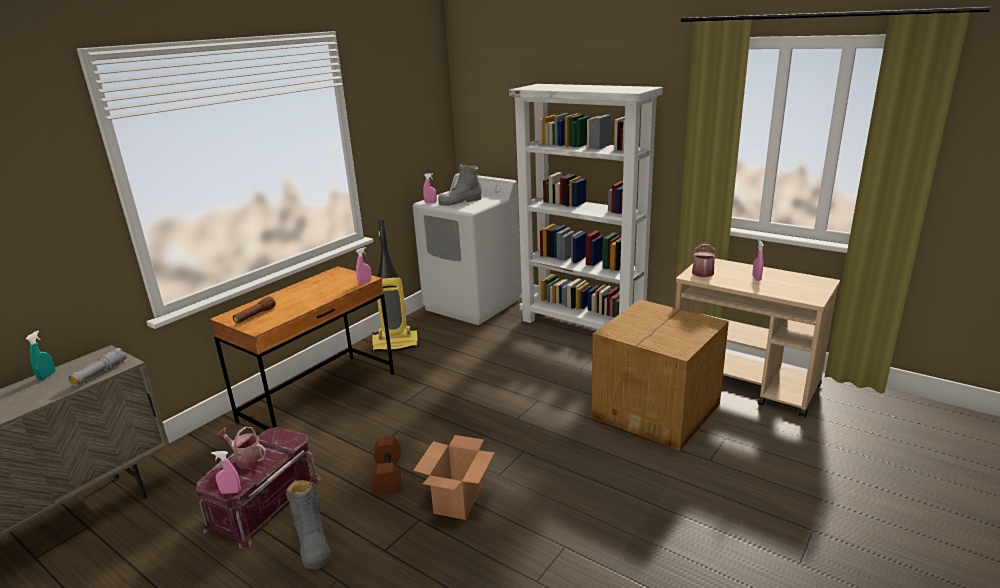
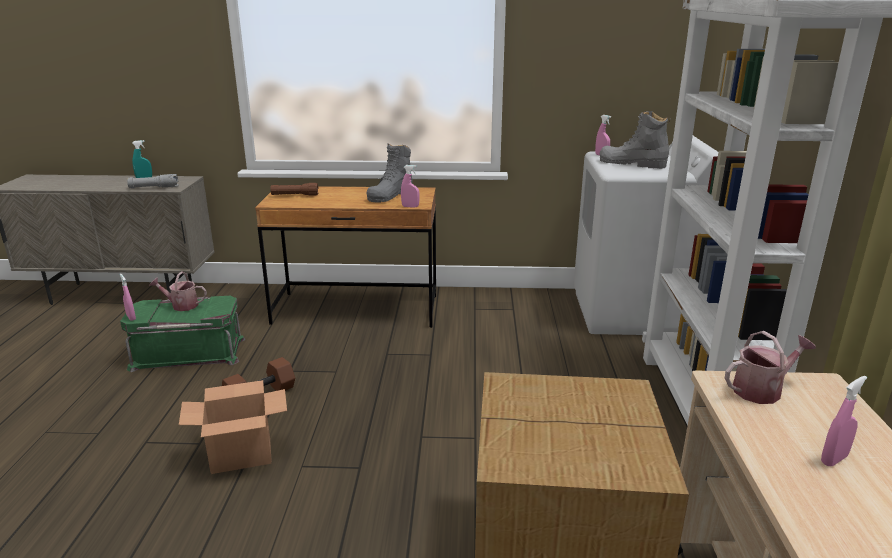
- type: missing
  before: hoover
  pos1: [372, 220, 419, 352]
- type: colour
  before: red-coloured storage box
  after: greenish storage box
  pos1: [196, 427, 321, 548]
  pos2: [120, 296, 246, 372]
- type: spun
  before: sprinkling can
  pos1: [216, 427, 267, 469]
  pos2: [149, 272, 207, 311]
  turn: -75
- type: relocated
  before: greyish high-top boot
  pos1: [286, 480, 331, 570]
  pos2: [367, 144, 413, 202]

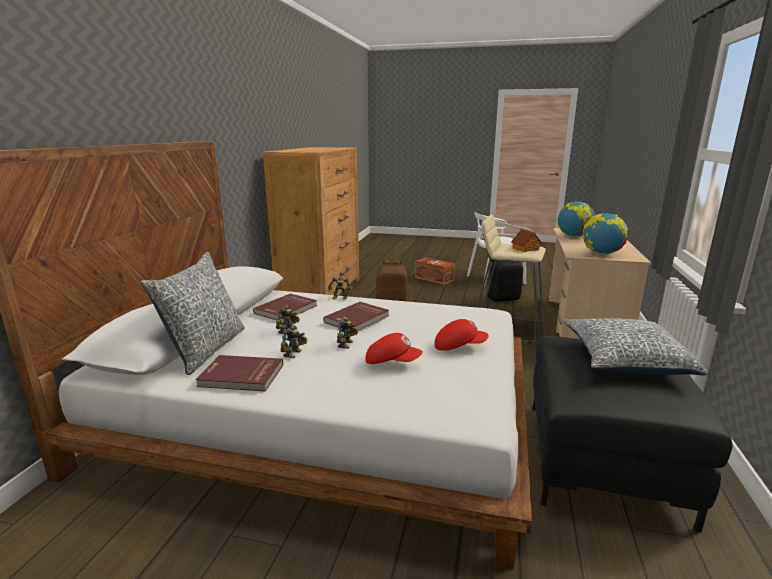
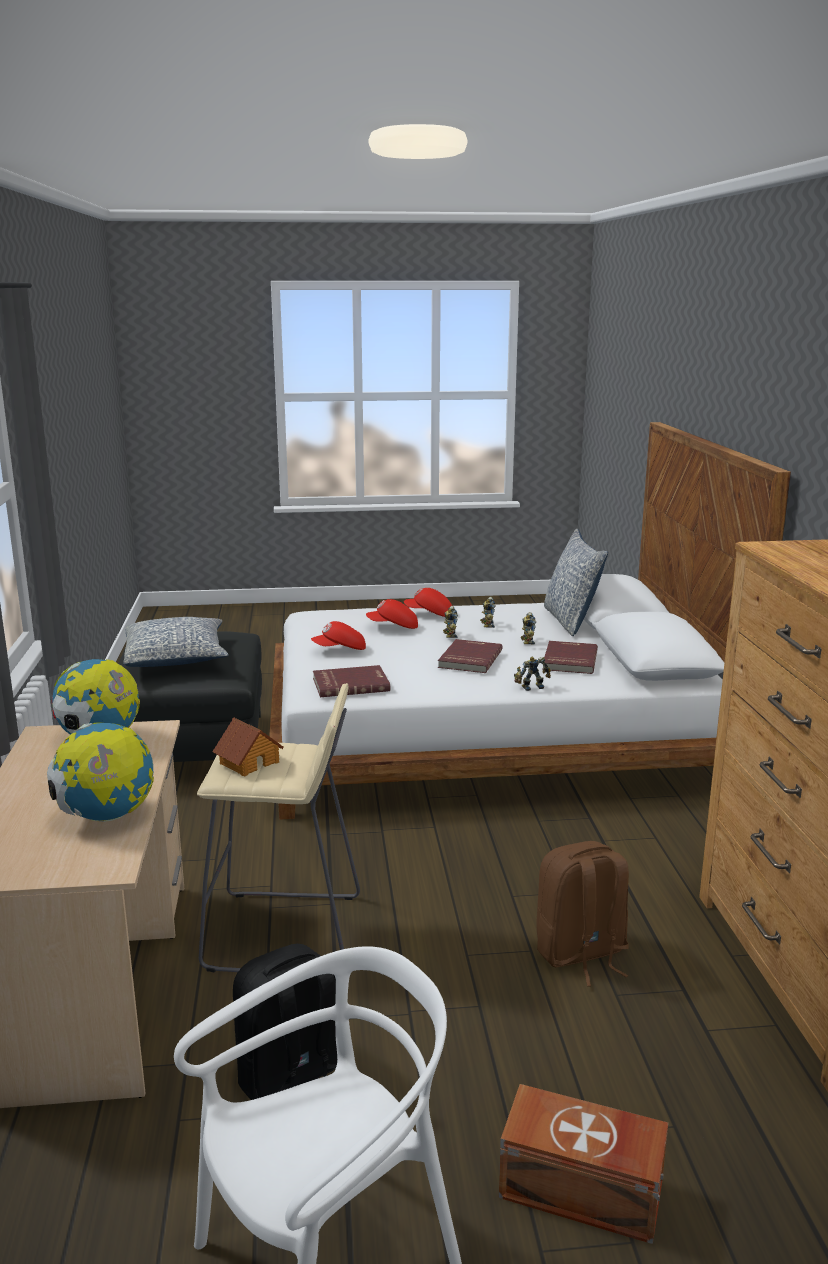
- type: relocated
  before: red-coloured bound book
  pos1: [195, 355, 283, 392]
  pos2: [313, 665, 390, 697]
- type: appeared
  after: red-coloured cap
  pos2: [404, 588, 452, 617]

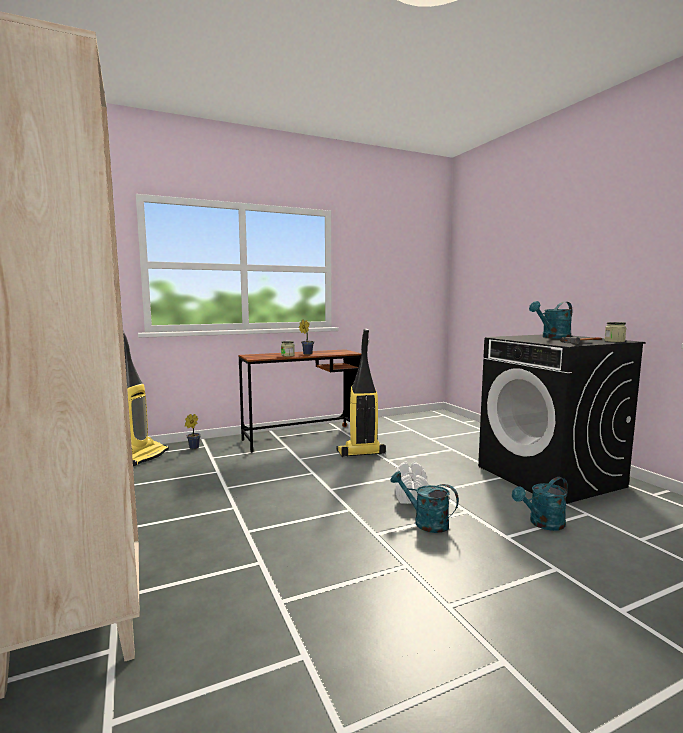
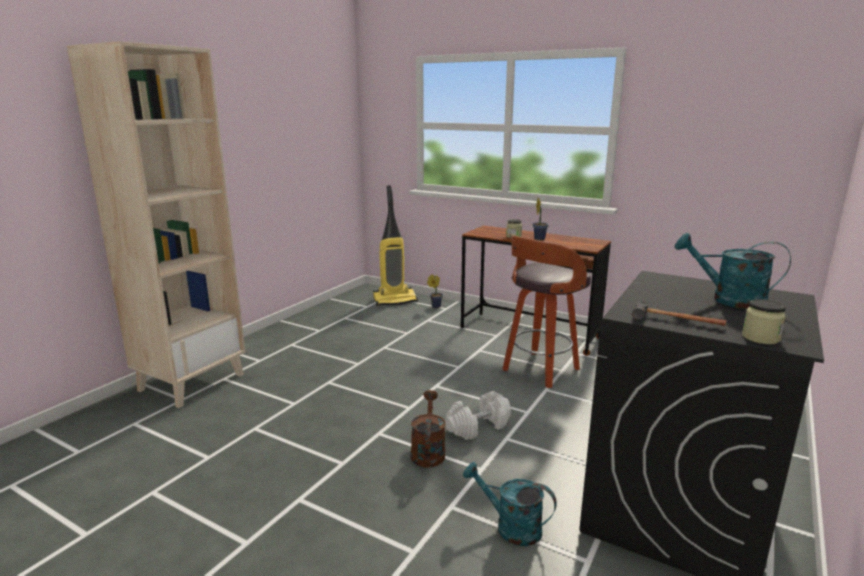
- type: exchanged
  before: hoover
  after: sitting stool
  pos1: [336, 329, 386, 457]
  pos2: [503, 235, 591, 388]
- type: colour
  before: turquoise sprinkling can
  after: brownish sprinkling can
  pos1: [390, 471, 459, 533]
  pos2: [411, 390, 446, 468]

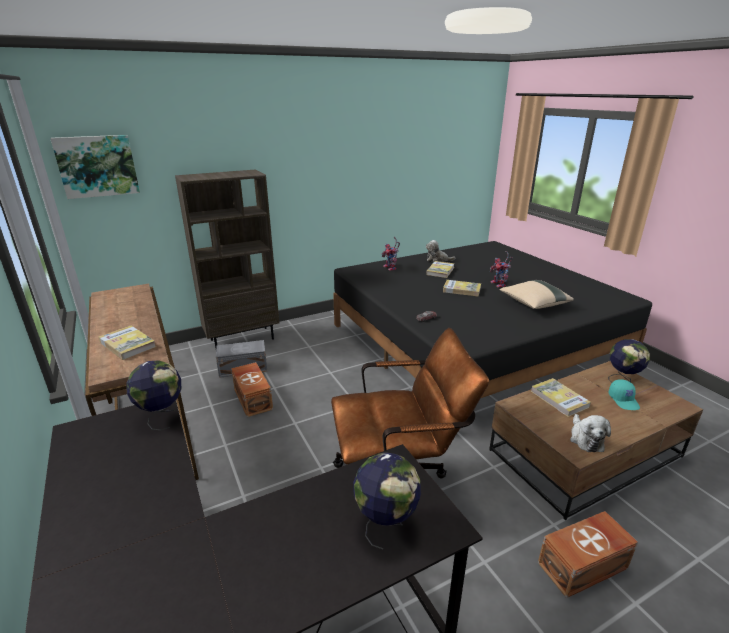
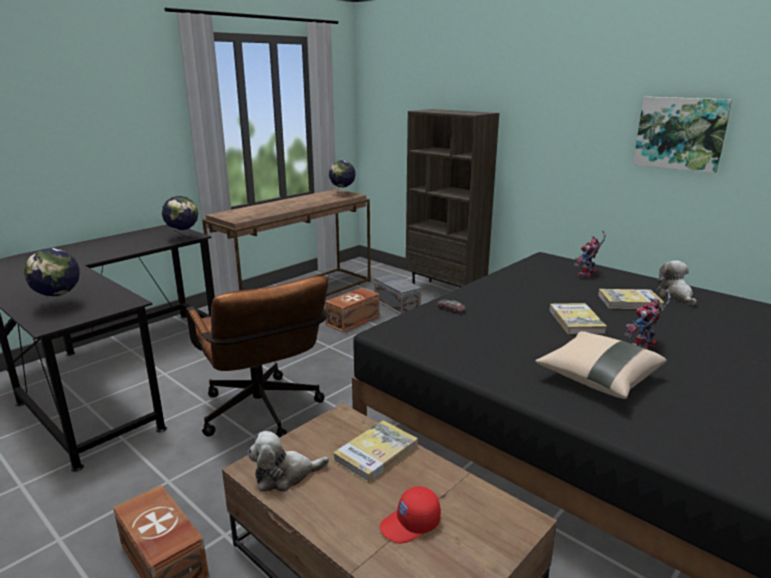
- type: relocated
  before: wall art
  pos1: [50, 135, 140, 199]
  pos2: [633, 97, 732, 173]
- type: missing
  before: bound book
  pos1: [99, 326, 156, 360]
- type: relocated
  before: globe
  pos1: [608, 339, 650, 382]
  pos2: [329, 160, 356, 196]
- type: colour
  before: turquoise cap
  after: red-coloured cap
  pos1: [609, 379, 640, 410]
  pos2: [380, 486, 441, 544]

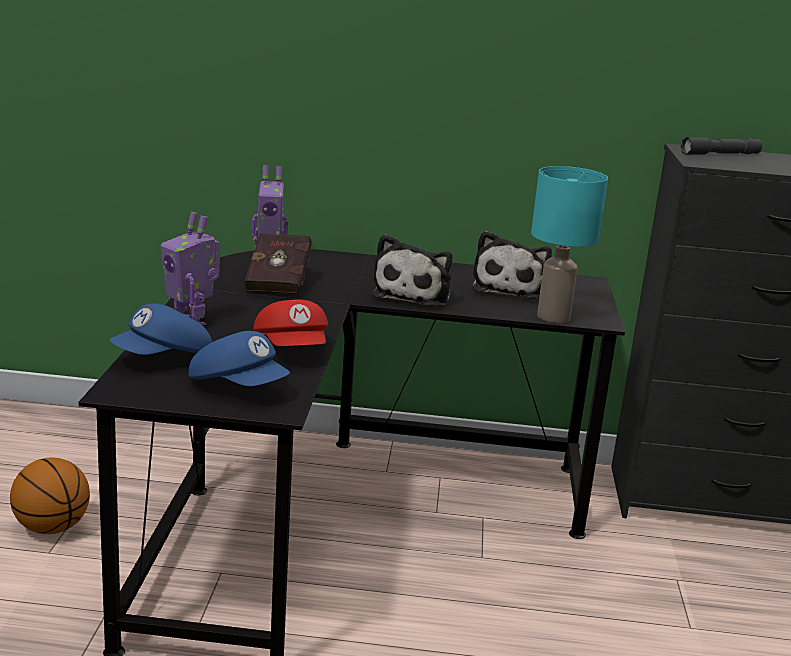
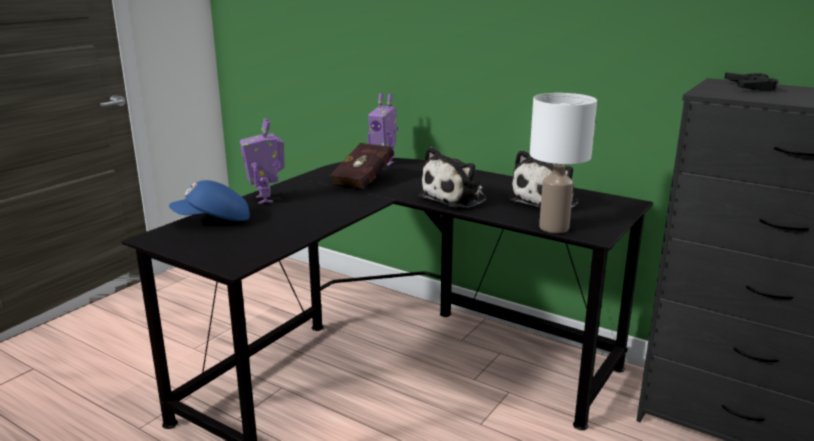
- type: exchanged
  before: greyish flashlight
  after: black-coloured game controller
  pos1: [681, 137, 762, 155]
  pos2: [724, 72, 779, 92]
- type: colour
  before: turquoise tabletop lamp
  after: white-coloured tabletop lamp
  pos1: [531, 166, 608, 323]
  pos2: [530, 93, 597, 233]
- type: missing
  before: red-coloured cap
  pos1: [253, 300, 328, 346]
- type: missing
  before: blue cap
  pos1: [189, 331, 290, 386]
- type: missing
  before: basketball
  pos1: [10, 458, 90, 534]

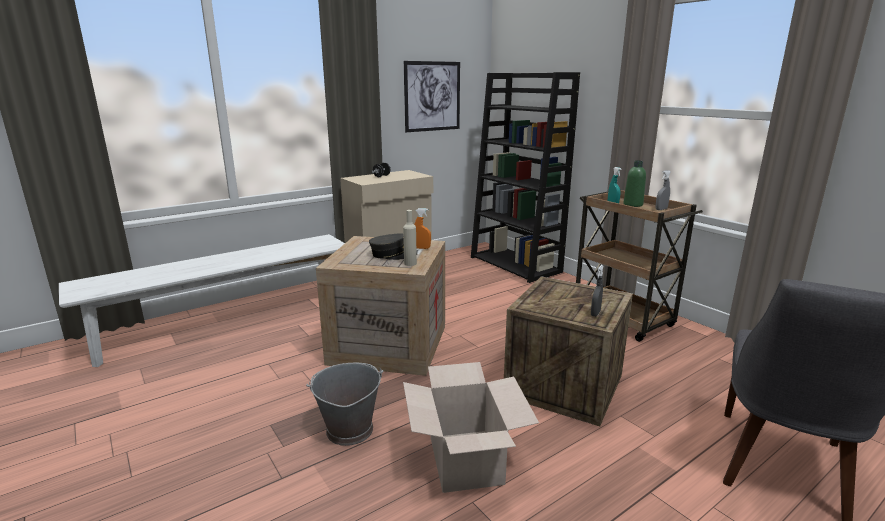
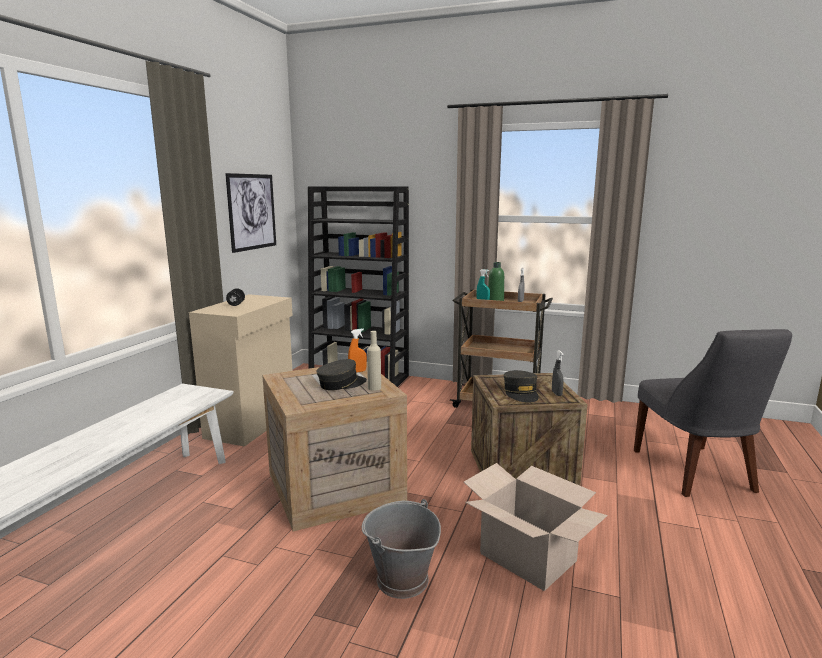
- type: appeared
  after: greyish cap
  pos2: [504, 370, 539, 403]

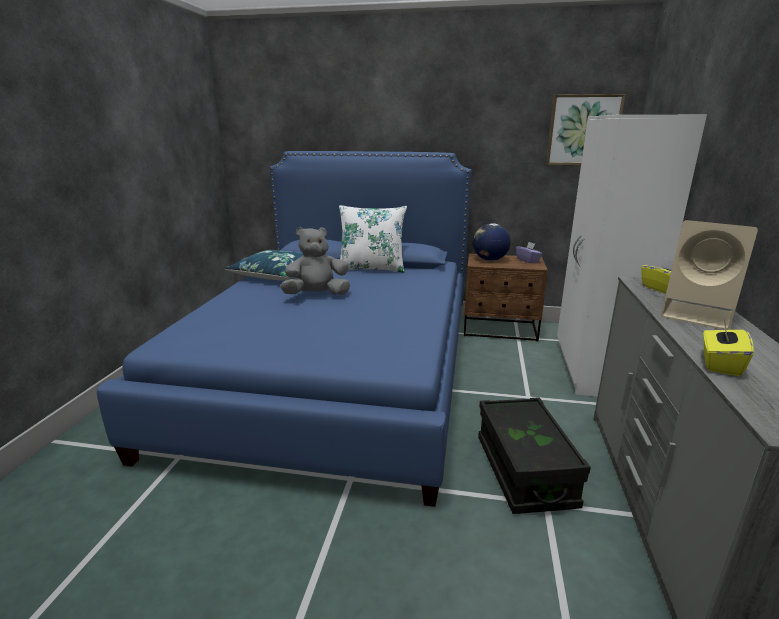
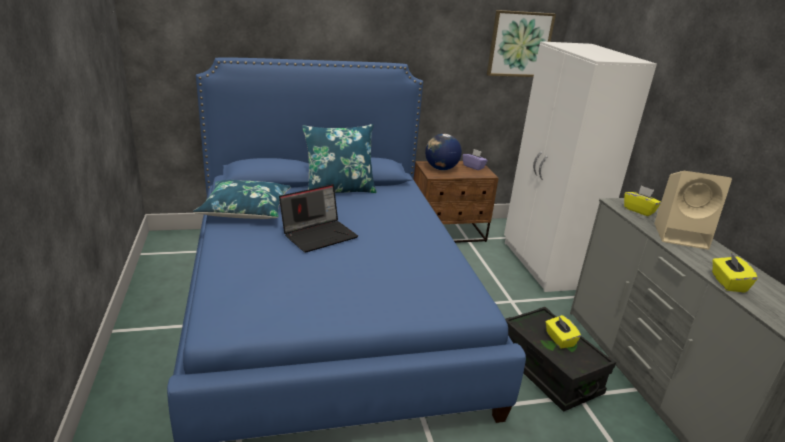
- type: colour
  before: white-coloured throw pillow
  after: blue throw pillow
  pos1: [339, 205, 407, 273]
  pos2: [302, 124, 377, 193]
- type: exchanged
  before: greyish plush toy
  after: notebook computer
  pos1: [280, 227, 350, 295]
  pos2: [279, 184, 358, 253]
- type: appeared
  after: yellow-coloured box of tissues
  pos2: [546, 315, 581, 349]

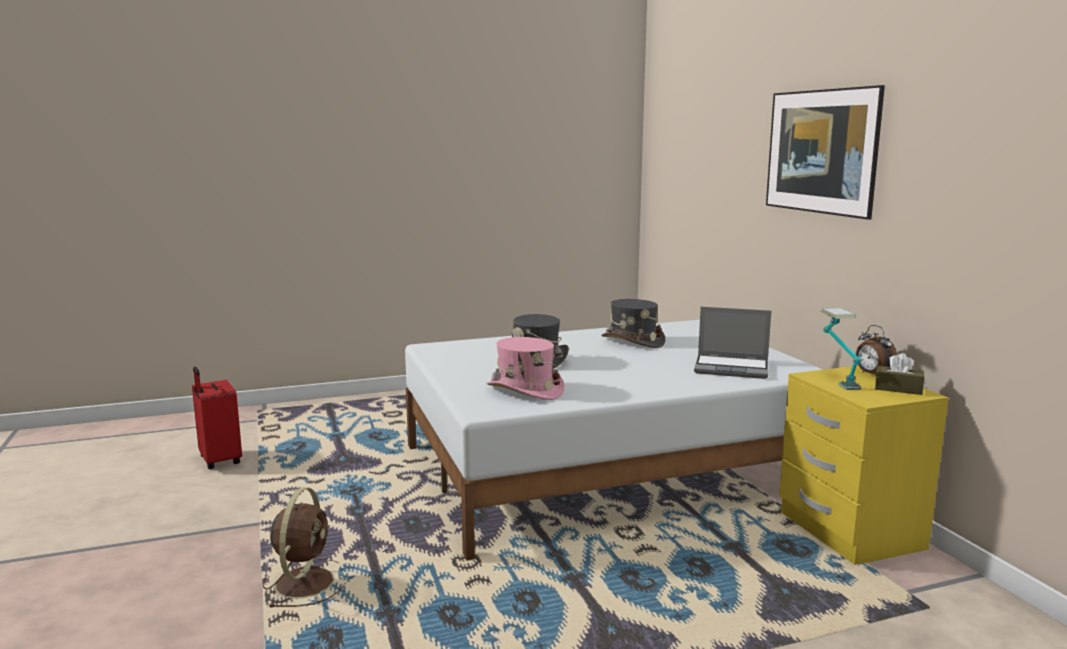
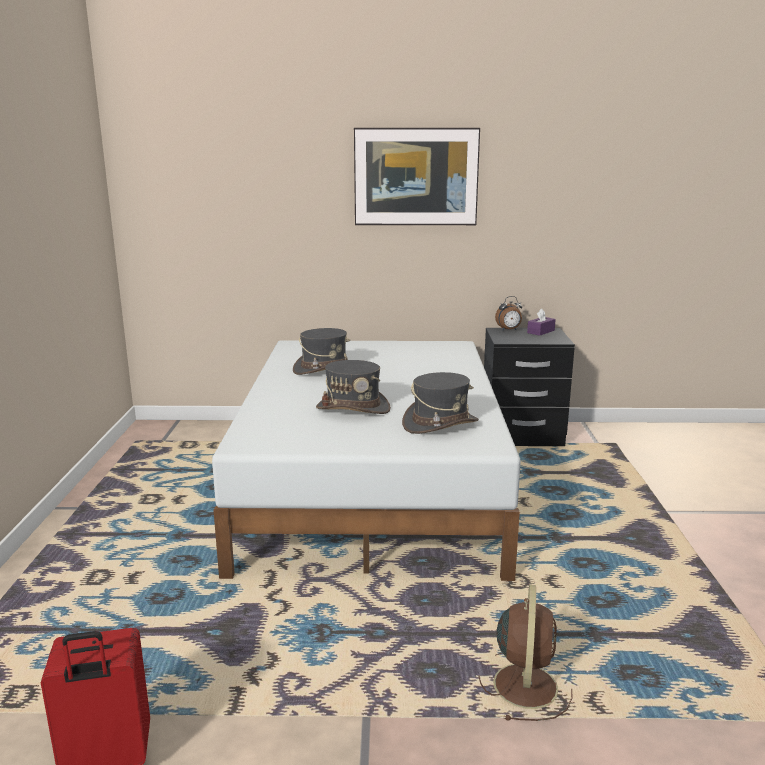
- type: missing
  before: notebook computer
  pos1: [694, 307, 771, 379]
- type: missing
  before: tabletop lamp
  pos1: [821, 308, 862, 390]
- type: colour
  before: pink hat
  after: greyish hat
  pos1: [487, 337, 565, 400]
  pos2: [402, 372, 479, 434]
- type: colour
  before: brownish box of tissues
  after: purple box of tissues
  pos1: [875, 353, 925, 395]
  pos2: [527, 308, 556, 336]
- type: colour
  before: yellow-coloured night table
  after: black-coloured night table
  pos1: [779, 366, 949, 565]
  pos2: [484, 328, 575, 446]
- type: spun
  before: brownish cooling fan
  pos1: [263, 487, 346, 607]
  pos2: [478, 585, 572, 721]
  turn: 75

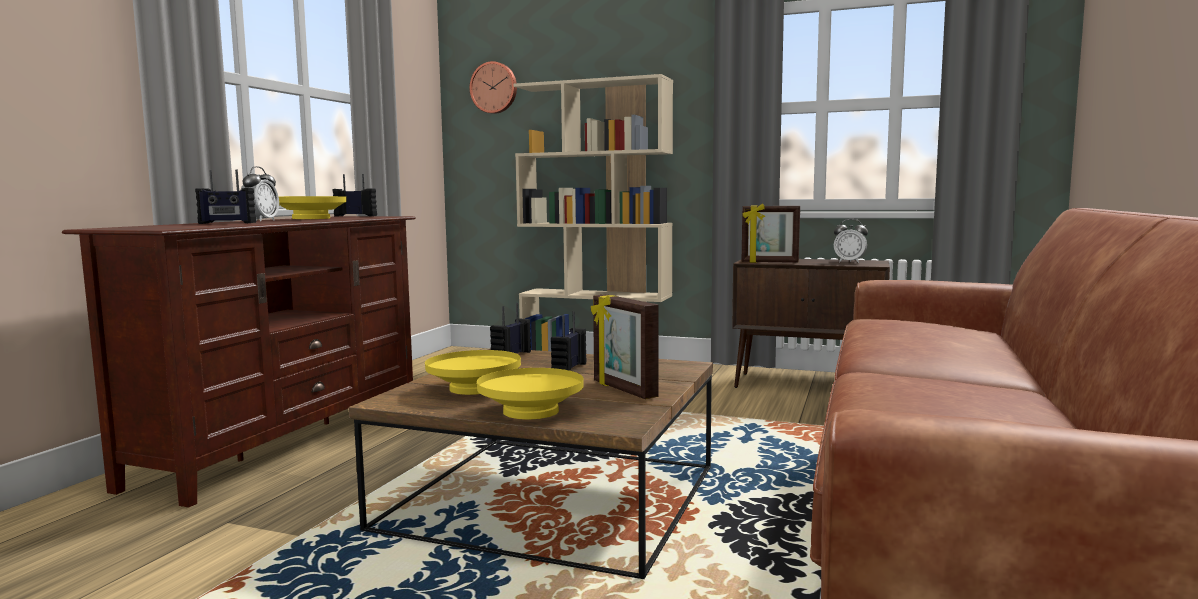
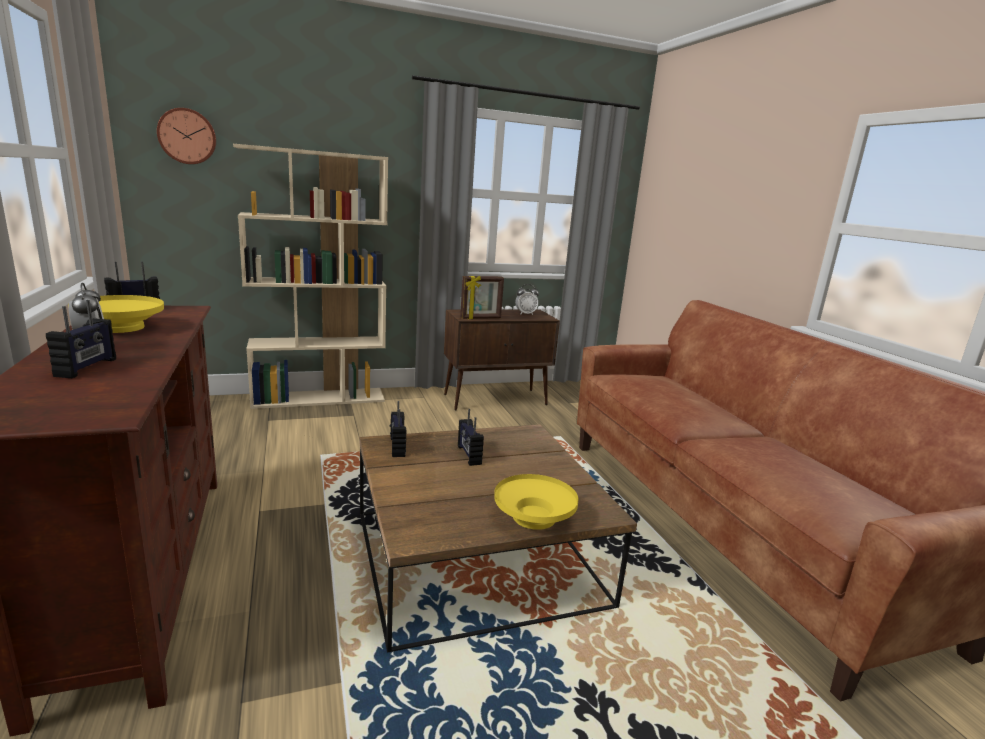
- type: spun
  before: radio receiver
  pos1: [195, 170, 256, 224]
  pos2: [46, 300, 116, 378]
  turn: -45
- type: missing
  before: photo frame
  pos1: [591, 294, 659, 399]
- type: missing
  before: yellow-coloured deep dish
  pos1: [425, 350, 521, 395]

